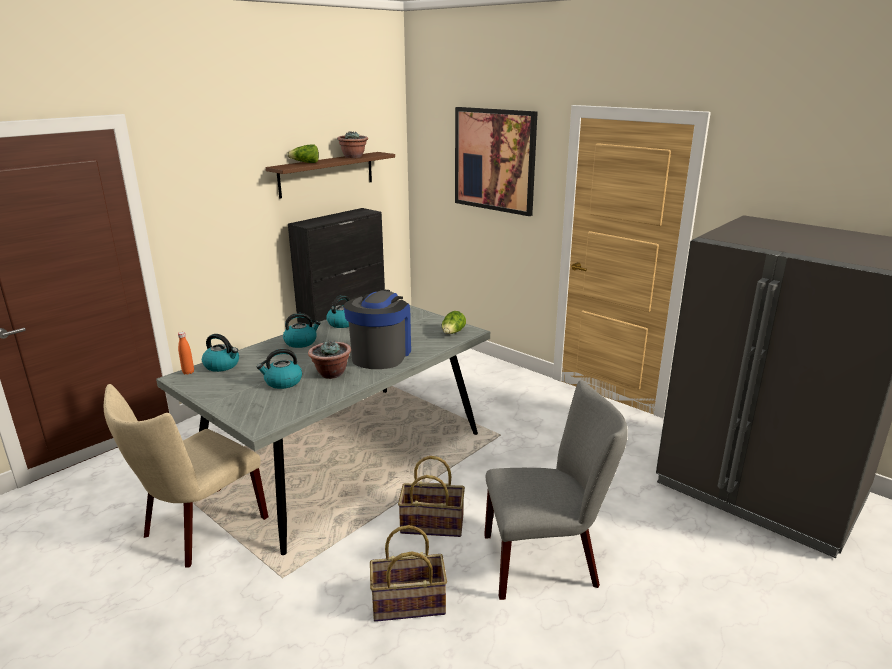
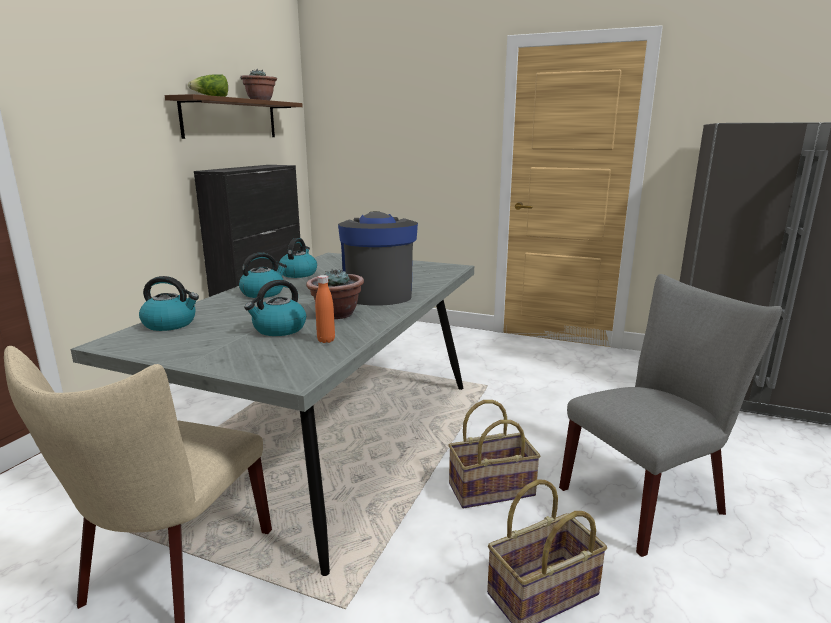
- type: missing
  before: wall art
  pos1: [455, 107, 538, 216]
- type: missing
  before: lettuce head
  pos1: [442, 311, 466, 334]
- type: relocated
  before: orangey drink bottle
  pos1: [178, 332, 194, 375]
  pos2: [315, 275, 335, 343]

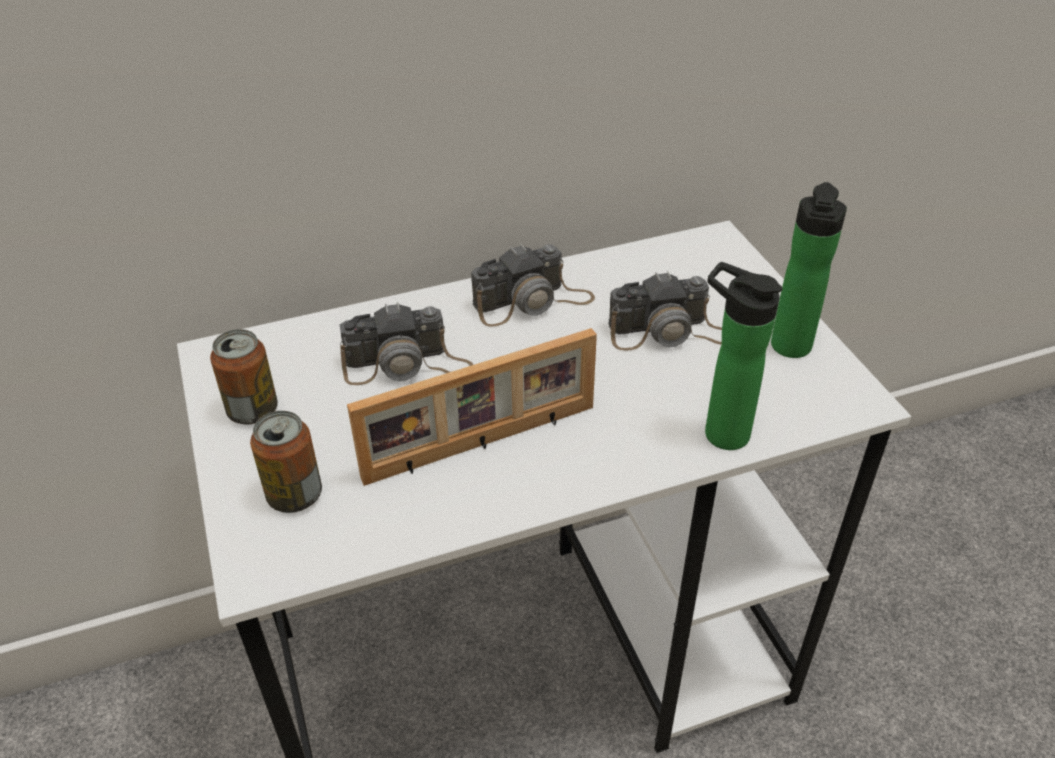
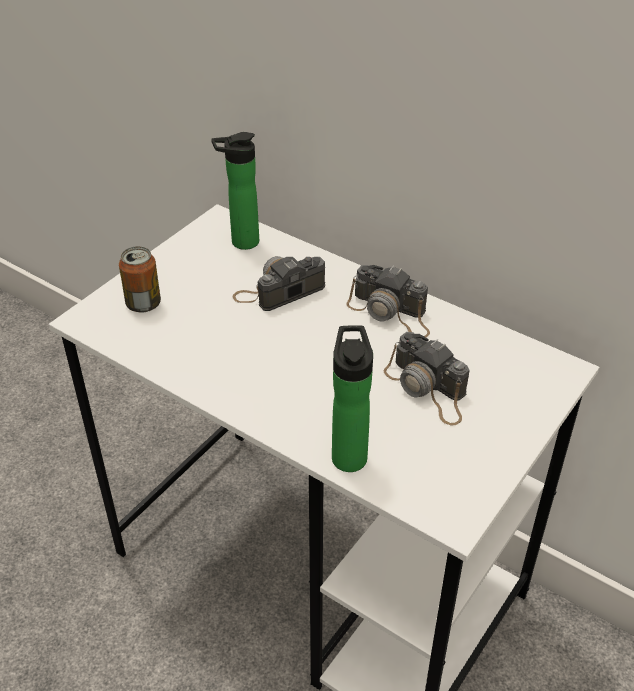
- type: relocated
  before: drink bottle
  pos1: [771, 182, 847, 358]
  pos2: [211, 132, 259, 250]
- type: spun
  before: photo camera
  pos1: [340, 302, 473, 385]
  pos2: [232, 256, 325, 311]
  turn: 105
- type: missing
  before: photo frame
  pos1: [347, 328, 597, 486]
- type: missing
  before: can
  pos1: [210, 329, 278, 424]

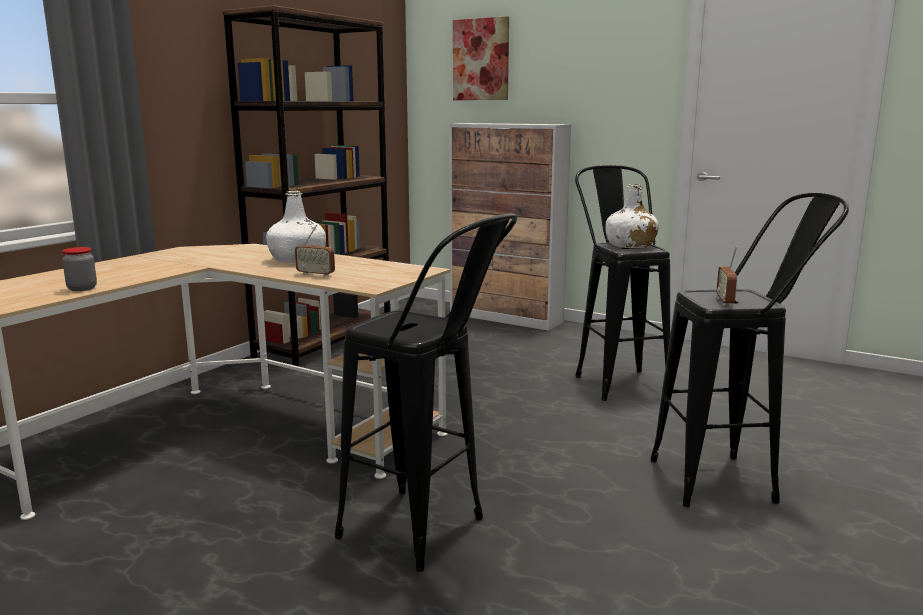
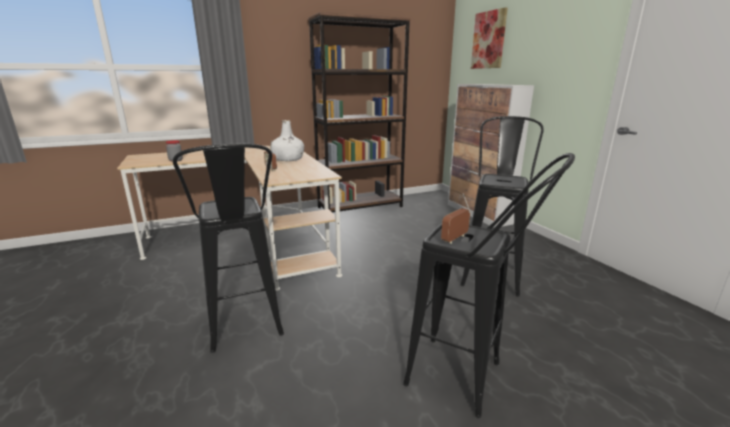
- type: missing
  before: white-coloured drink bottle
  pos1: [605, 184, 659, 248]

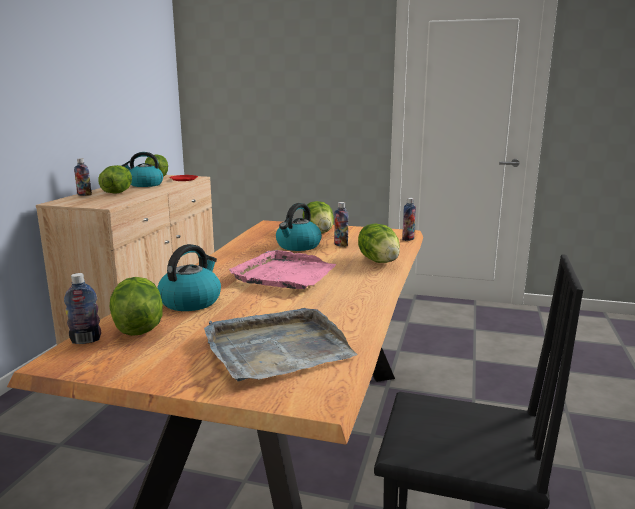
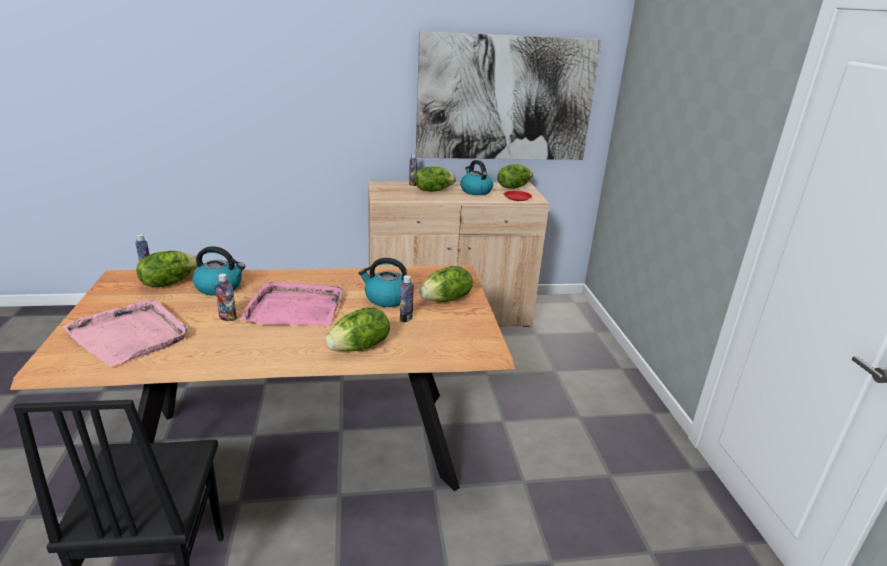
- type: relocated
  before: drink bottle
  pos1: [402, 198, 416, 241]
  pos2: [215, 273, 237, 321]
- type: colour
  before: greyish carrying tray
  after: pink carrying tray
  pos1: [204, 308, 357, 381]
  pos2: [63, 298, 188, 367]
- type: appeared
  after: wall art
  pos2: [416, 31, 602, 160]

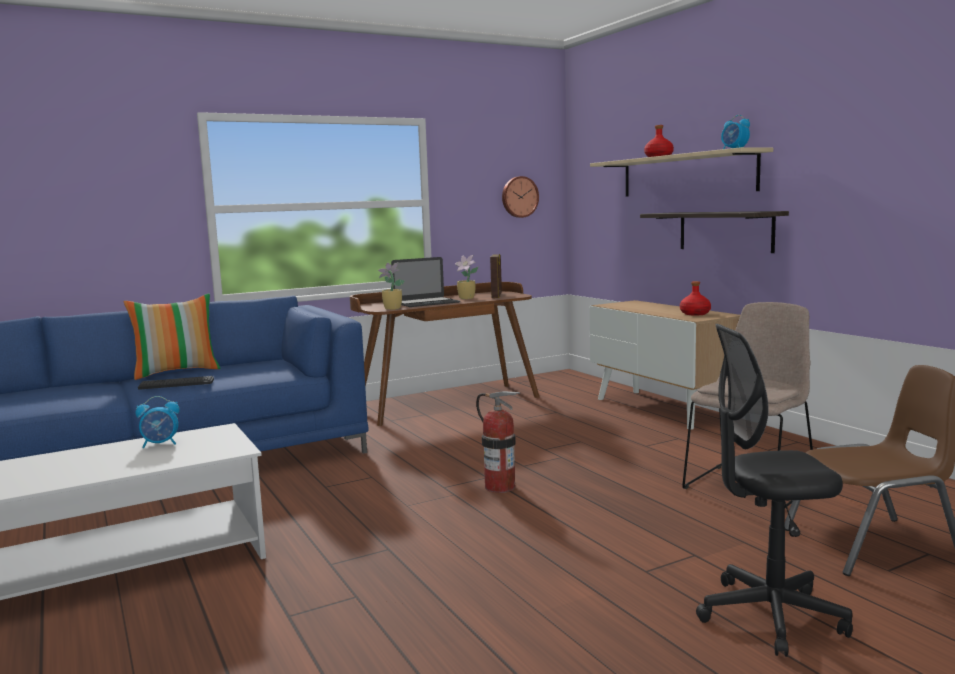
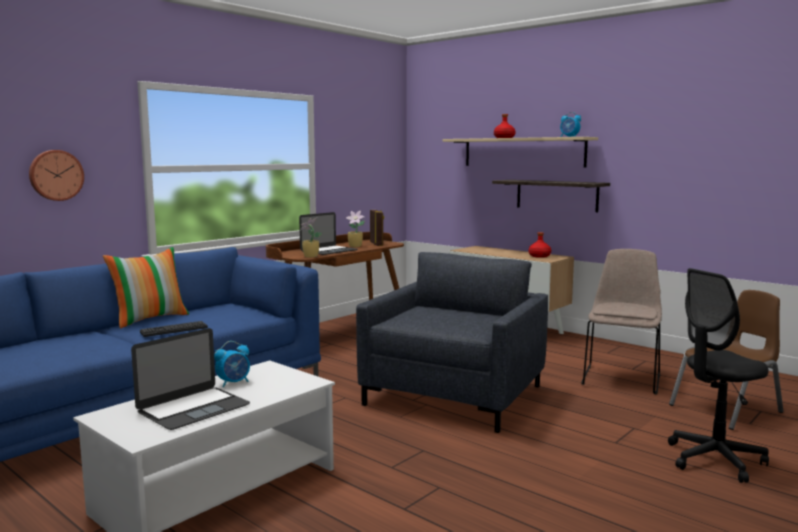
- type: relocated
  before: hanging clock
  pos1: [502, 176, 539, 218]
  pos2: [29, 150, 84, 201]
- type: exchanged
  before: fire-fighting cylinder
  after: greyish lounge chair
  pos1: [476, 391, 520, 493]
  pos2: [356, 252, 548, 433]
- type: appeared
  after: notebook computer
  pos2: [131, 328, 250, 430]

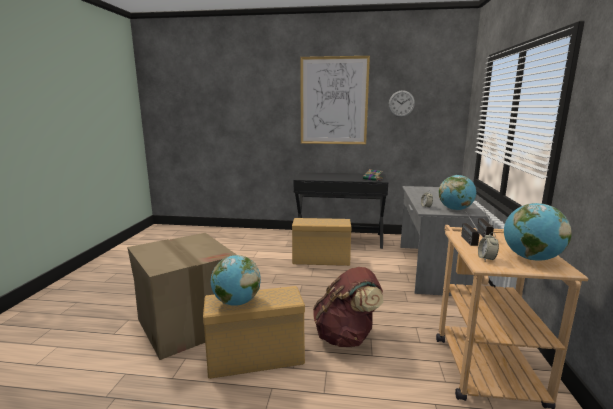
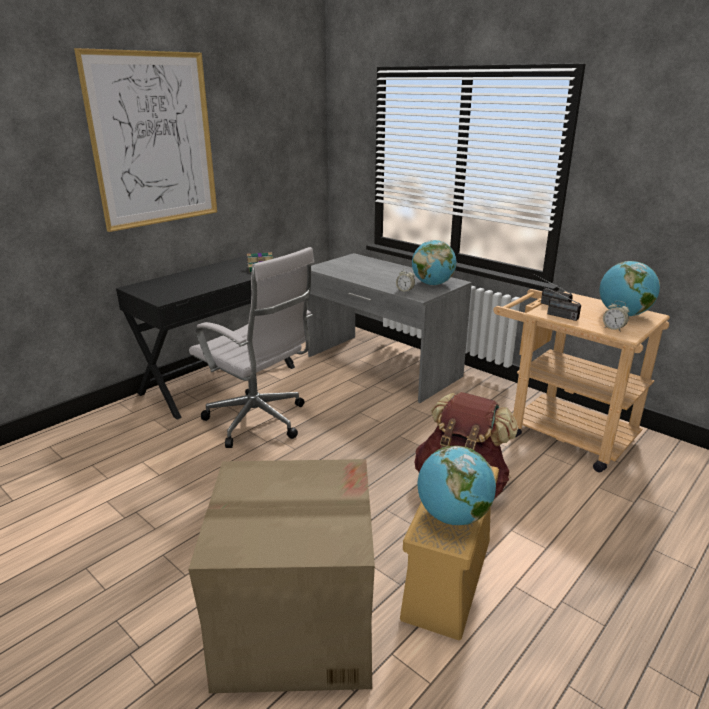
- type: missing
  before: hanging clock
  pos1: [389, 90, 415, 117]
- type: exchanged
  before: sand-coloured storage box
  after: white-coloured desk chair
  pos1: [292, 218, 351, 266]
  pos2: [189, 247, 314, 448]

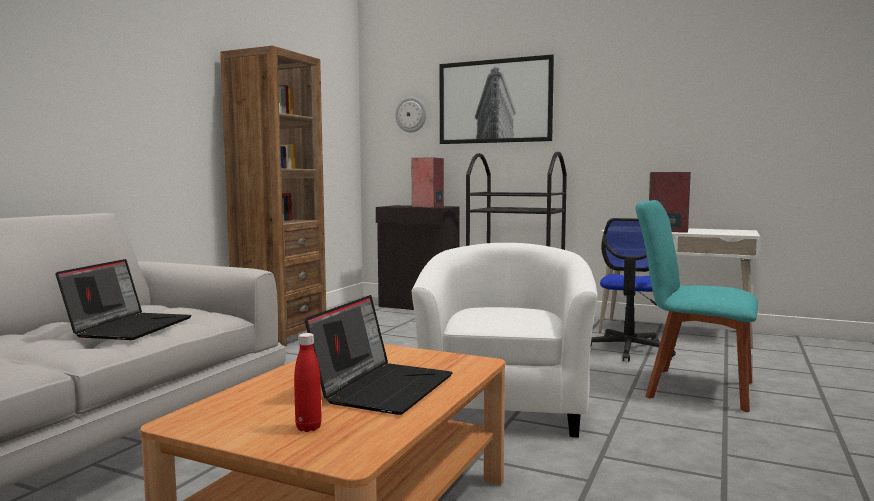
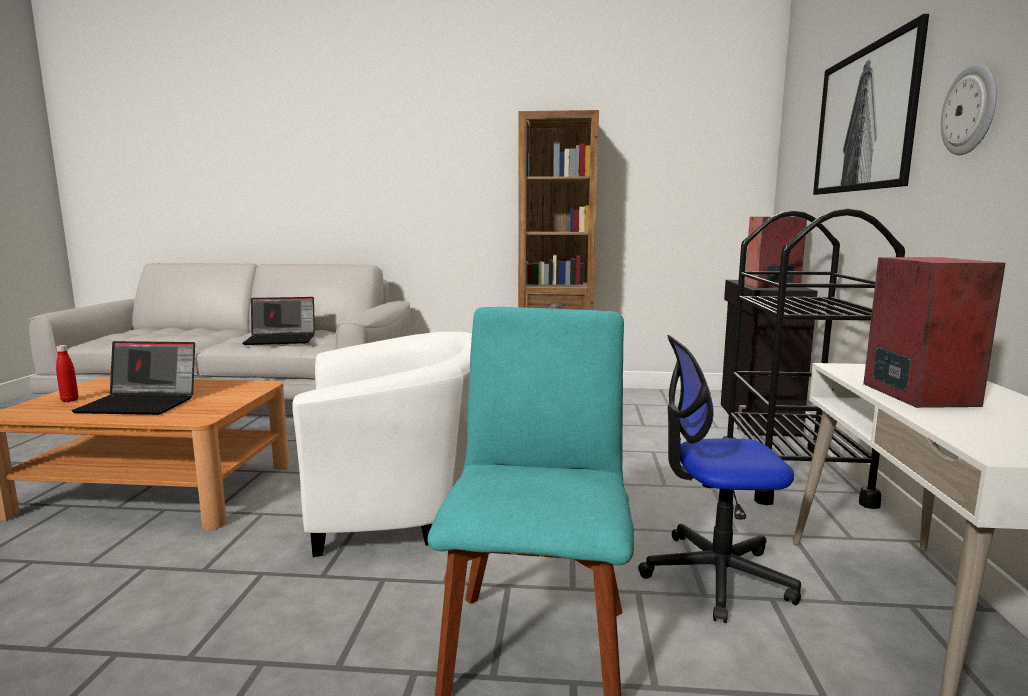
- type: relocated
  before: hanging clock
  pos1: [395, 97, 426, 132]
  pos2: [941, 64, 997, 155]

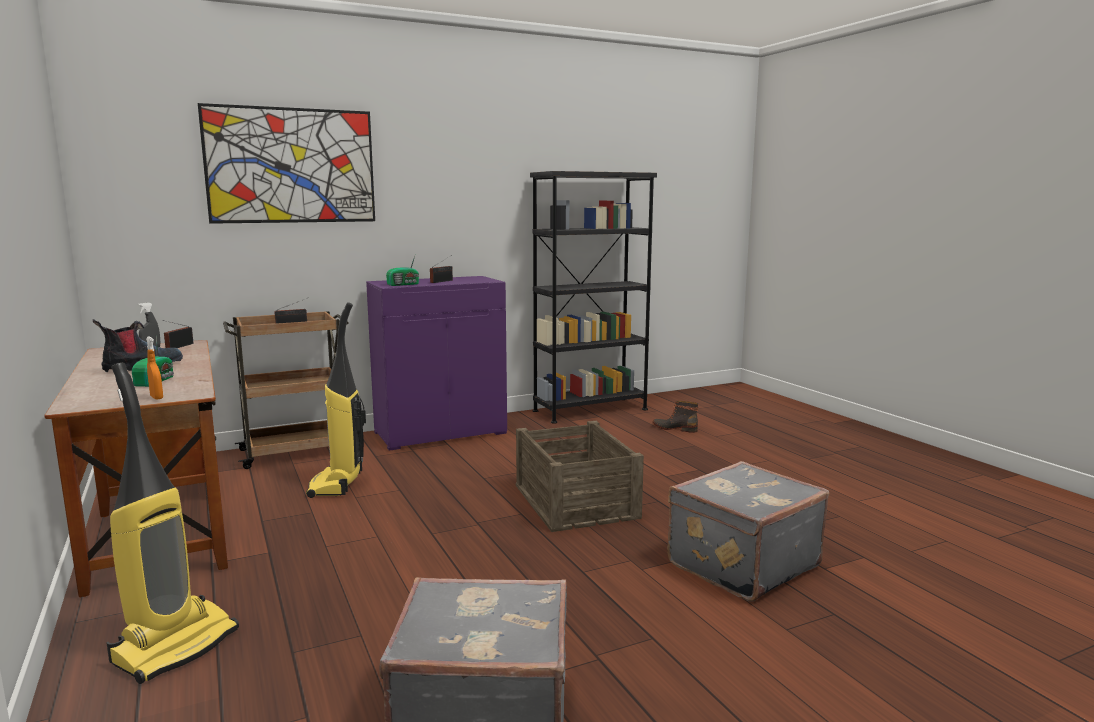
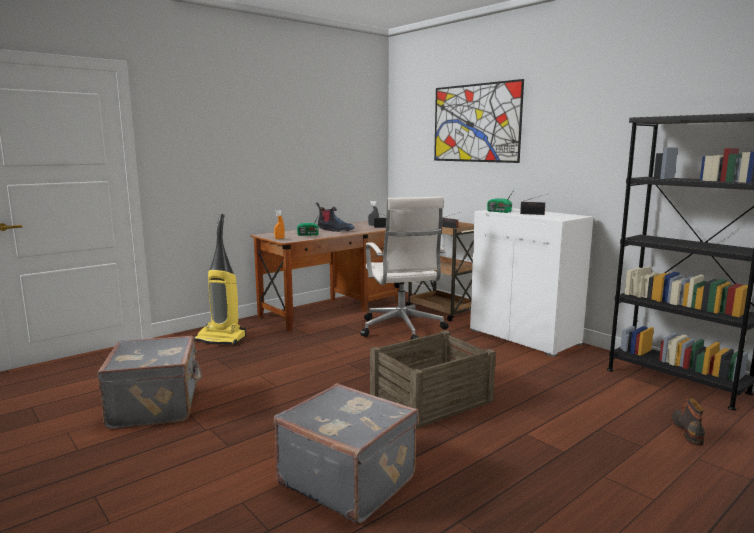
- type: colour
  before: purple storage cabinet
  after: white-coloured storage cabinet
  pos1: [366, 276, 507, 451]
  pos2: [470, 208, 593, 357]
- type: exchanged
  before: hoover
  after: white-coloured desk chair
  pos1: [306, 302, 366, 498]
  pos2: [360, 196, 449, 340]

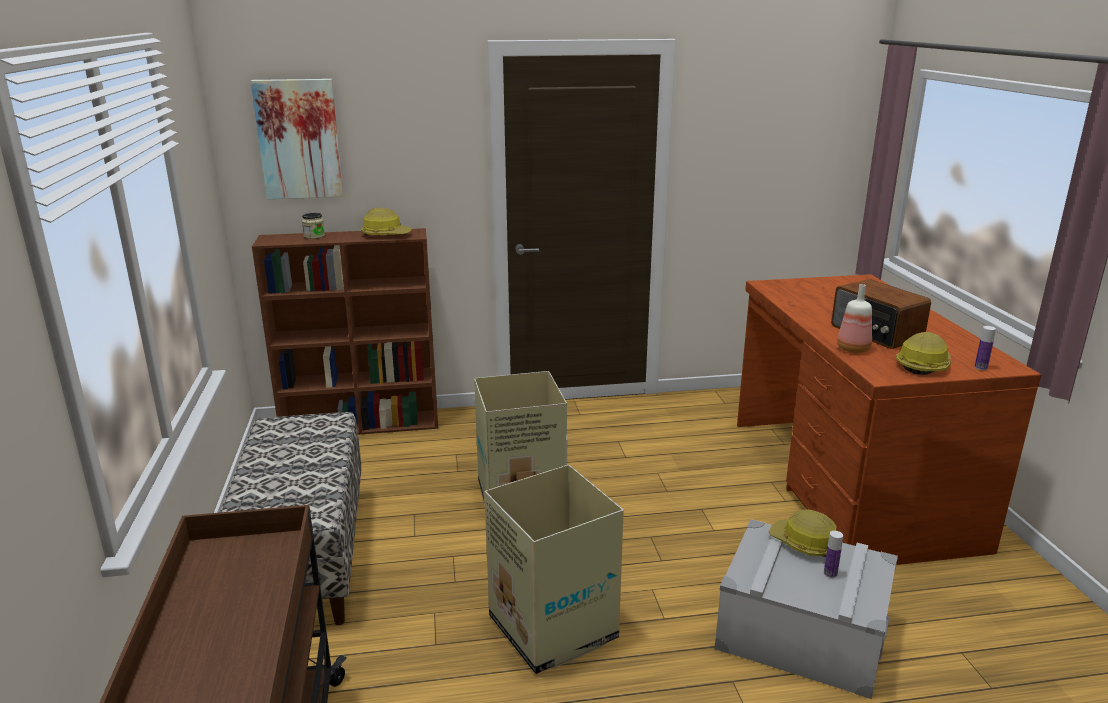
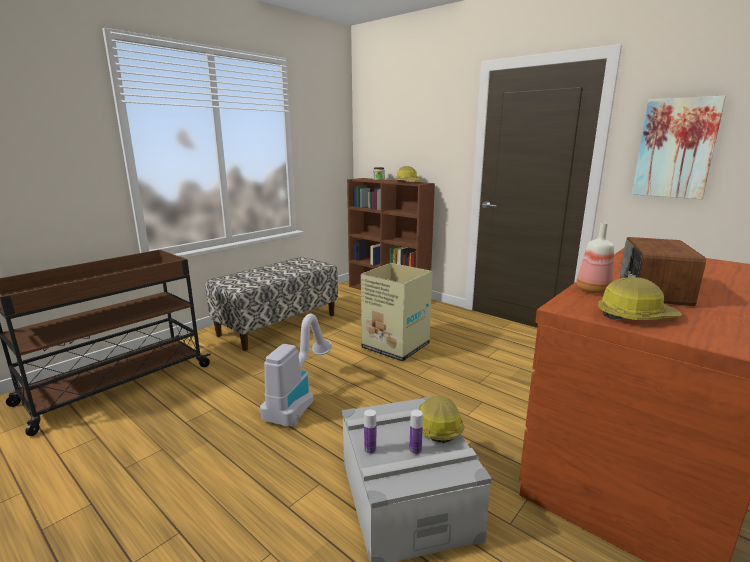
- type: relocated
  before: wall art
  pos1: [251, 79, 343, 199]
  pos2: [632, 96, 726, 199]
- type: relocated
  before: drink bottle
  pos1: [975, 326, 996, 370]
  pos2: [364, 409, 376, 454]
- type: exchanged
  before: carton
  after: hoover
  pos1: [484, 465, 624, 674]
  pos2: [260, 314, 332, 426]

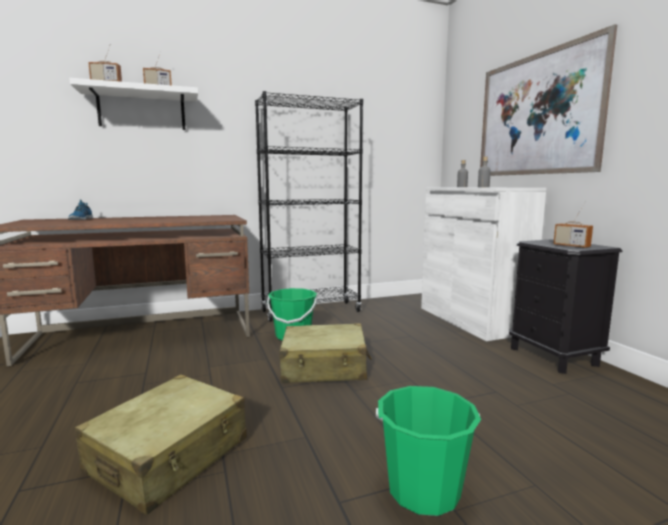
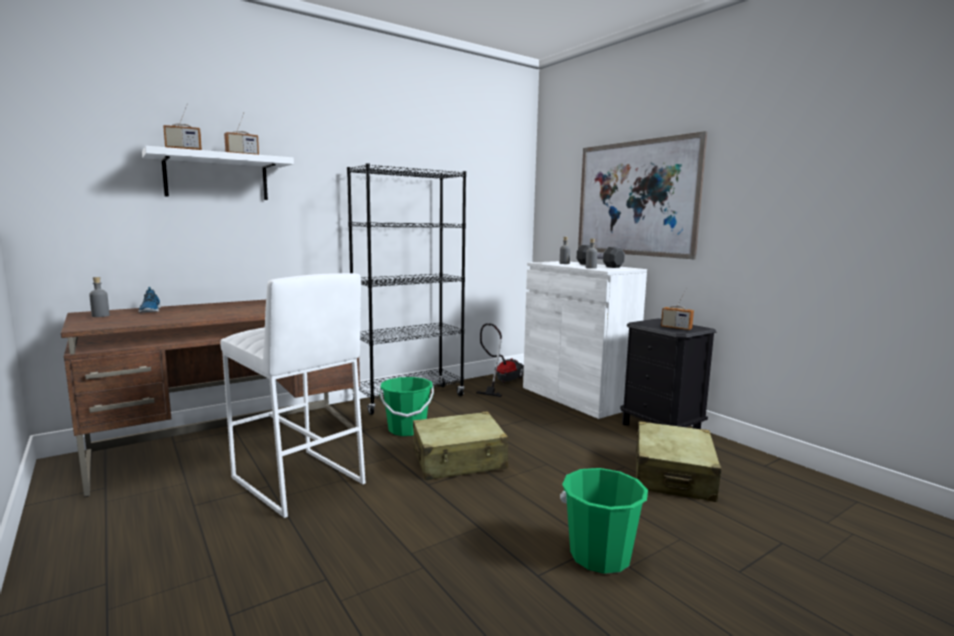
- type: relocated
  before: sand-coloured piece of luggage
  pos1: [75, 374, 246, 515]
  pos2: [636, 421, 722, 502]
- type: appeared
  after: black-coloured hand weight
  pos2: [577, 245, 625, 268]
- type: appeared
  after: white-coloured sitting stool
  pos2: [221, 273, 366, 518]
- type: appeared
  after: greyish drink bottle
  pos2: [89, 277, 110, 317]
- type: appeared
  after: hoover
  pos2: [476, 323, 524, 397]

